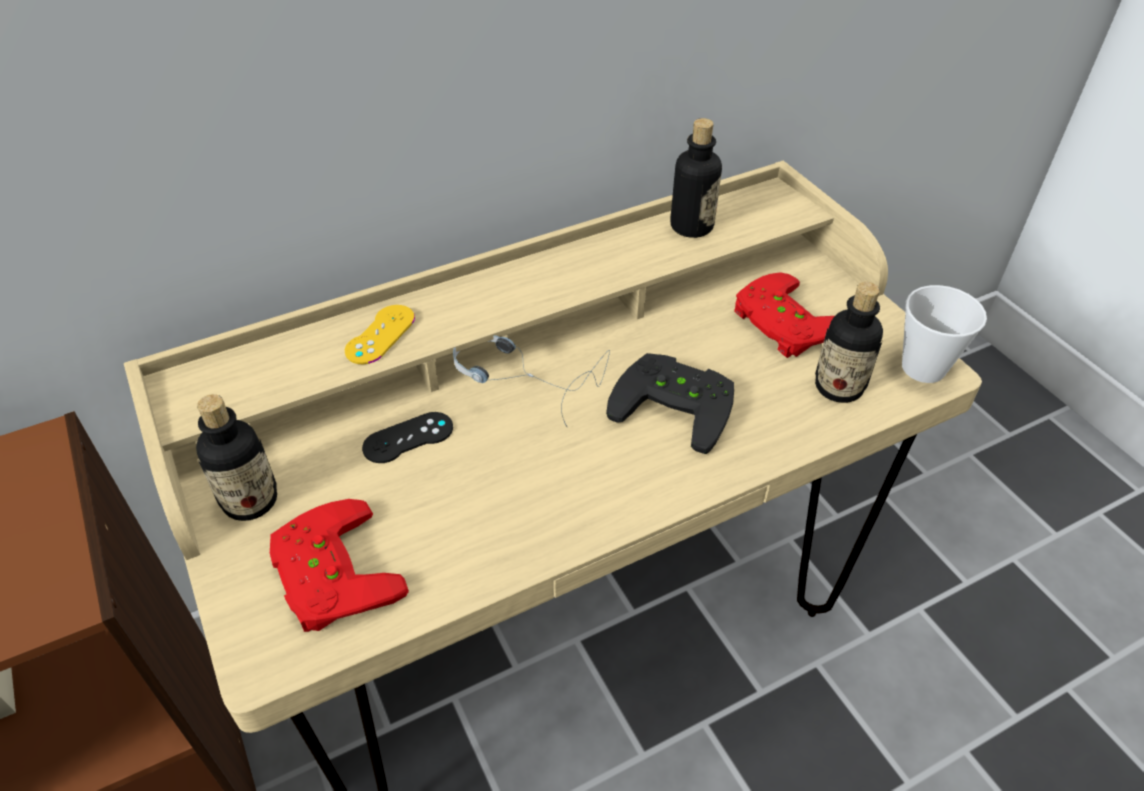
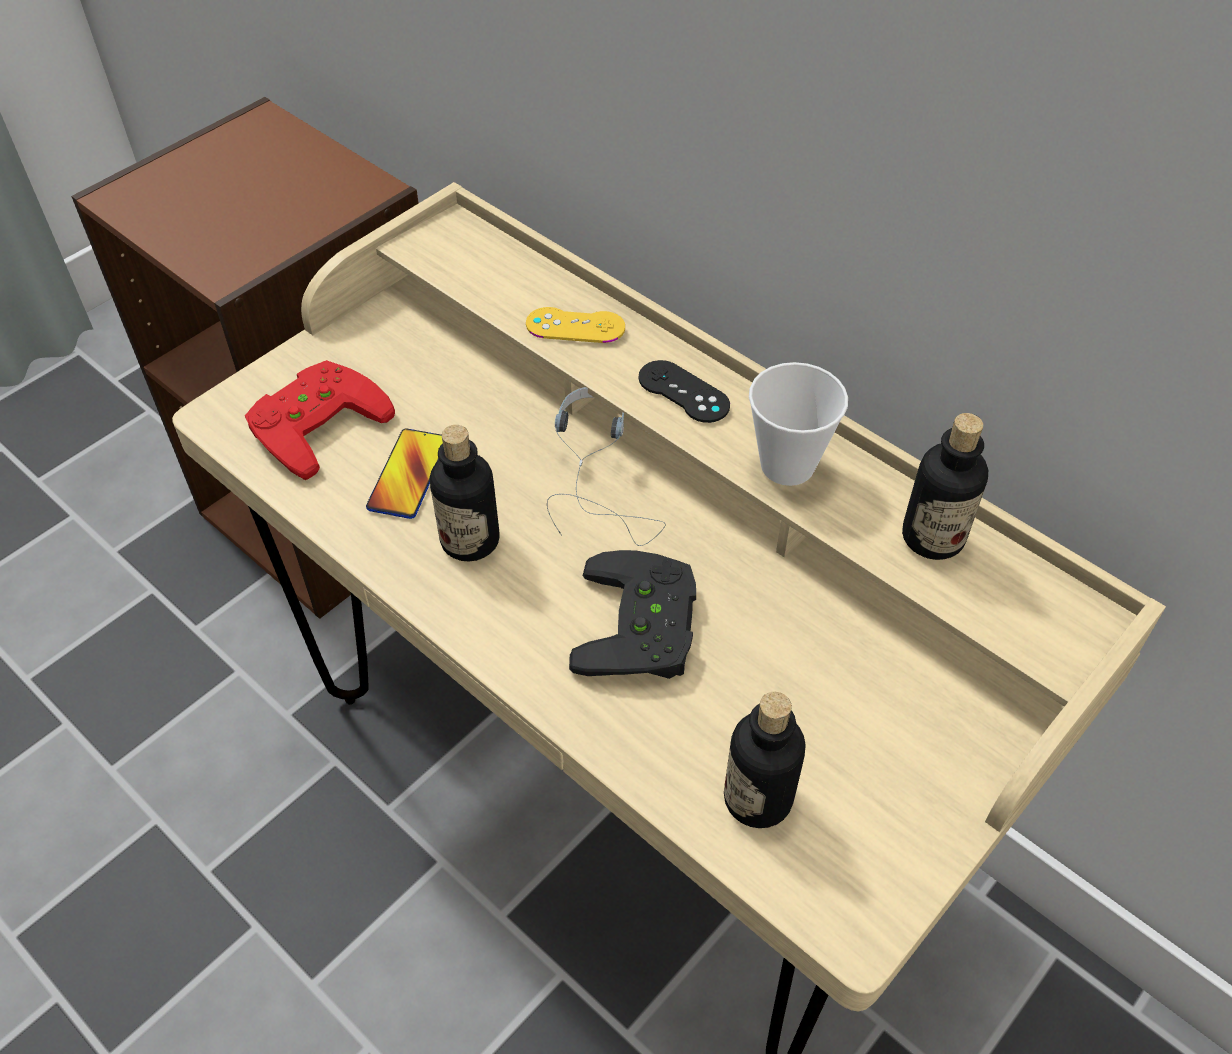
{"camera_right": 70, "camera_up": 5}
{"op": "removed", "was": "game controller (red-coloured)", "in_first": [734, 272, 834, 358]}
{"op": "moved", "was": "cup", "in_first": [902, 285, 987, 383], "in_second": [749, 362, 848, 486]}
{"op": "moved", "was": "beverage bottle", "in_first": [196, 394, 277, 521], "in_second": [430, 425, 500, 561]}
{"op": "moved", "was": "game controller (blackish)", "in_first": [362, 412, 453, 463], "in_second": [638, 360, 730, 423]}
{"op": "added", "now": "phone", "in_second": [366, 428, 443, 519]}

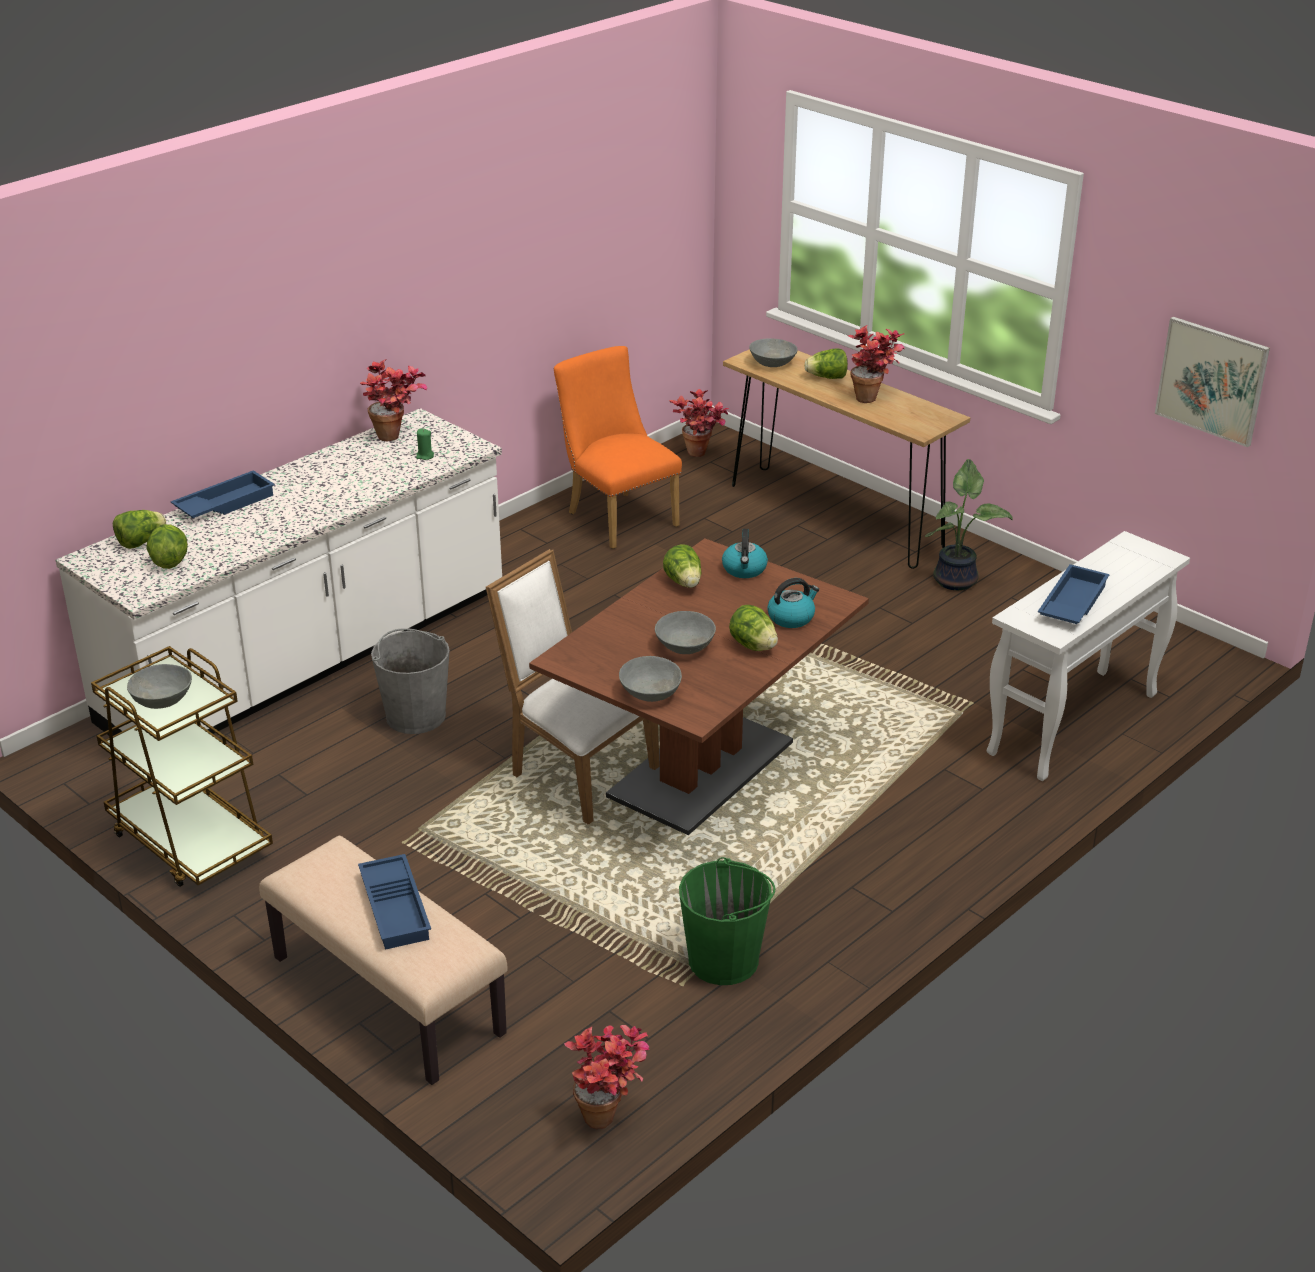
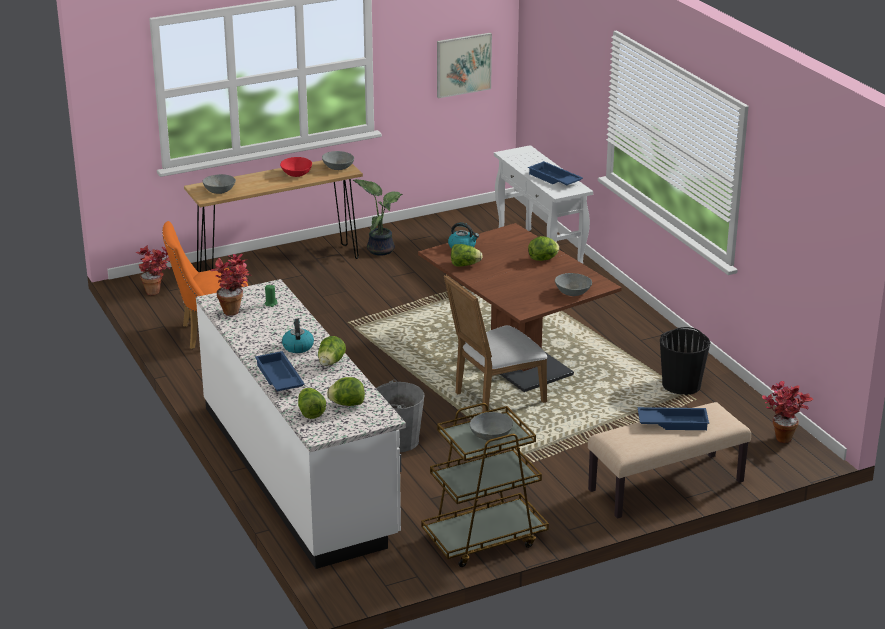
{"camera_right": -70, "camera_up": -5}
{"op": "replaced", "was": "houseplant", "now": "deep dish (red-coloured)", "in_first": [848, 325, 905, 403], "in_second": [280, 157, 312, 177]}
{"op": "moved", "was": "lettuce head", "in_first": [804, 348, 848, 379], "in_second": [318, 336, 346, 366]}
{"op": "moved", "was": "water kettle", "in_first": [767, 578, 819, 628], "in_second": [282, 319, 314, 353]}
{"op": "moved", "was": "deep dish (grey)", "in_first": [655, 611, 716, 654], "in_second": [322, 151, 354, 170]}
{"op": "recoloured", "was": "water bucket (green)", "now": "water bucket (blackish)", "in_first": [679, 857, 776, 985], "in_second": [660, 327, 711, 395]}

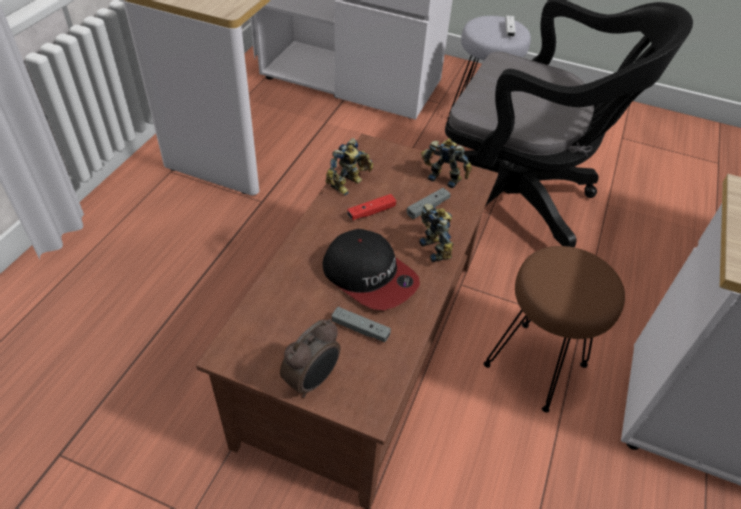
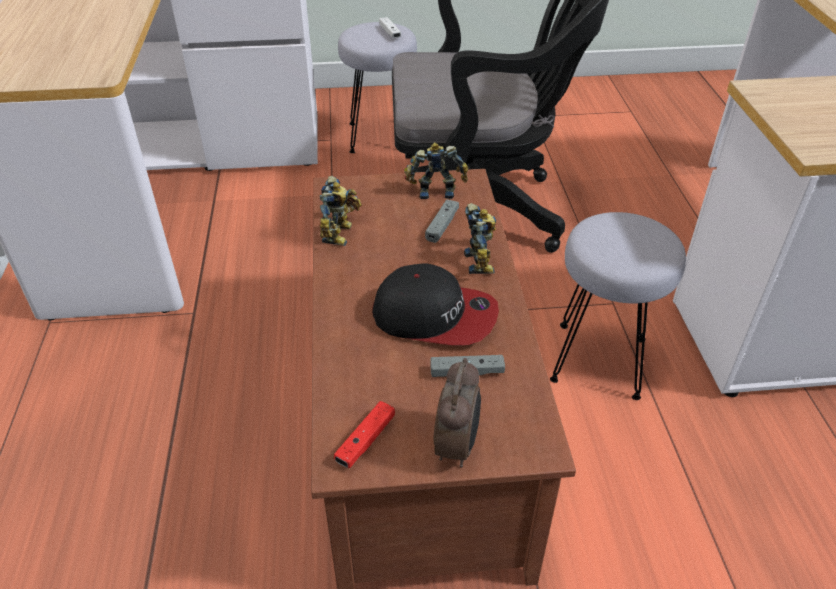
{"camera_right": -25, "camera_up": -5}
{"op": "moved", "was": "game controller (red-coloured)", "in_first": [347, 194, 396, 220], "in_second": [334, 401, 395, 468]}
{"op": "turned", "was": "model robot", "in_first": [419, 203, 454, 262], "in_second": [464, 203, 496, 274], "clockwise": 45}
{"op": "recoloured", "was": "stool seat (brownish)", "now": "stool seat (grey)", "in_first": [484, 246, 625, 413], "in_second": [550, 212, 686, 400]}

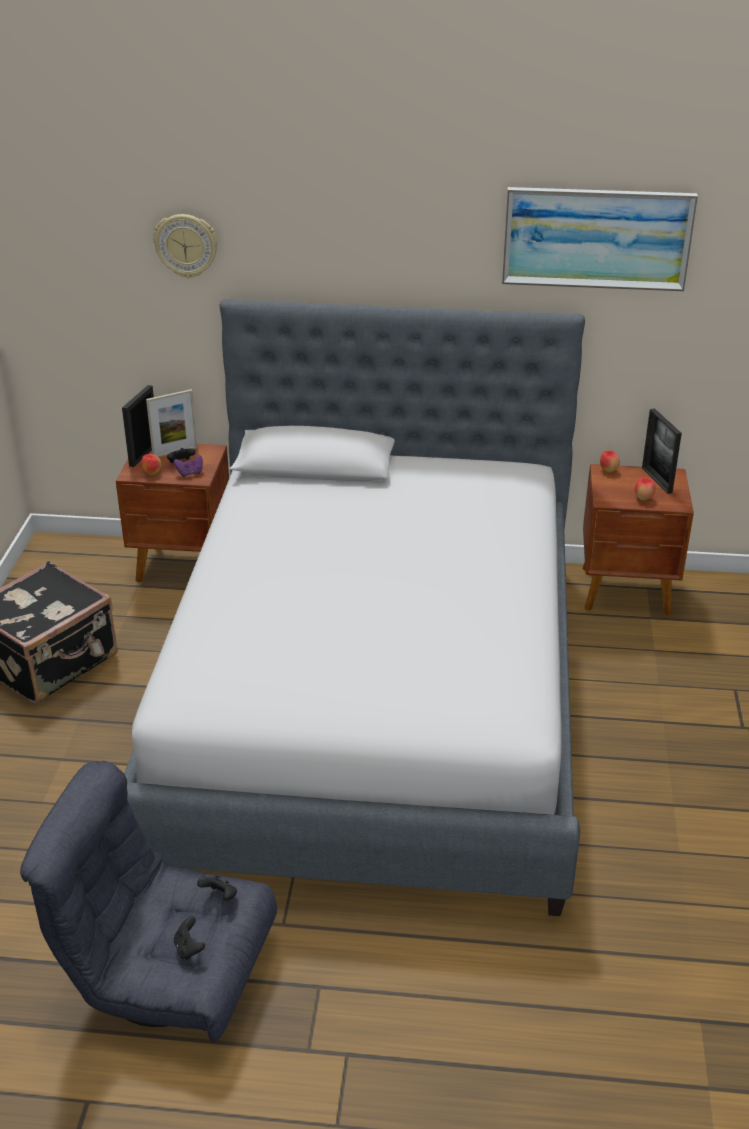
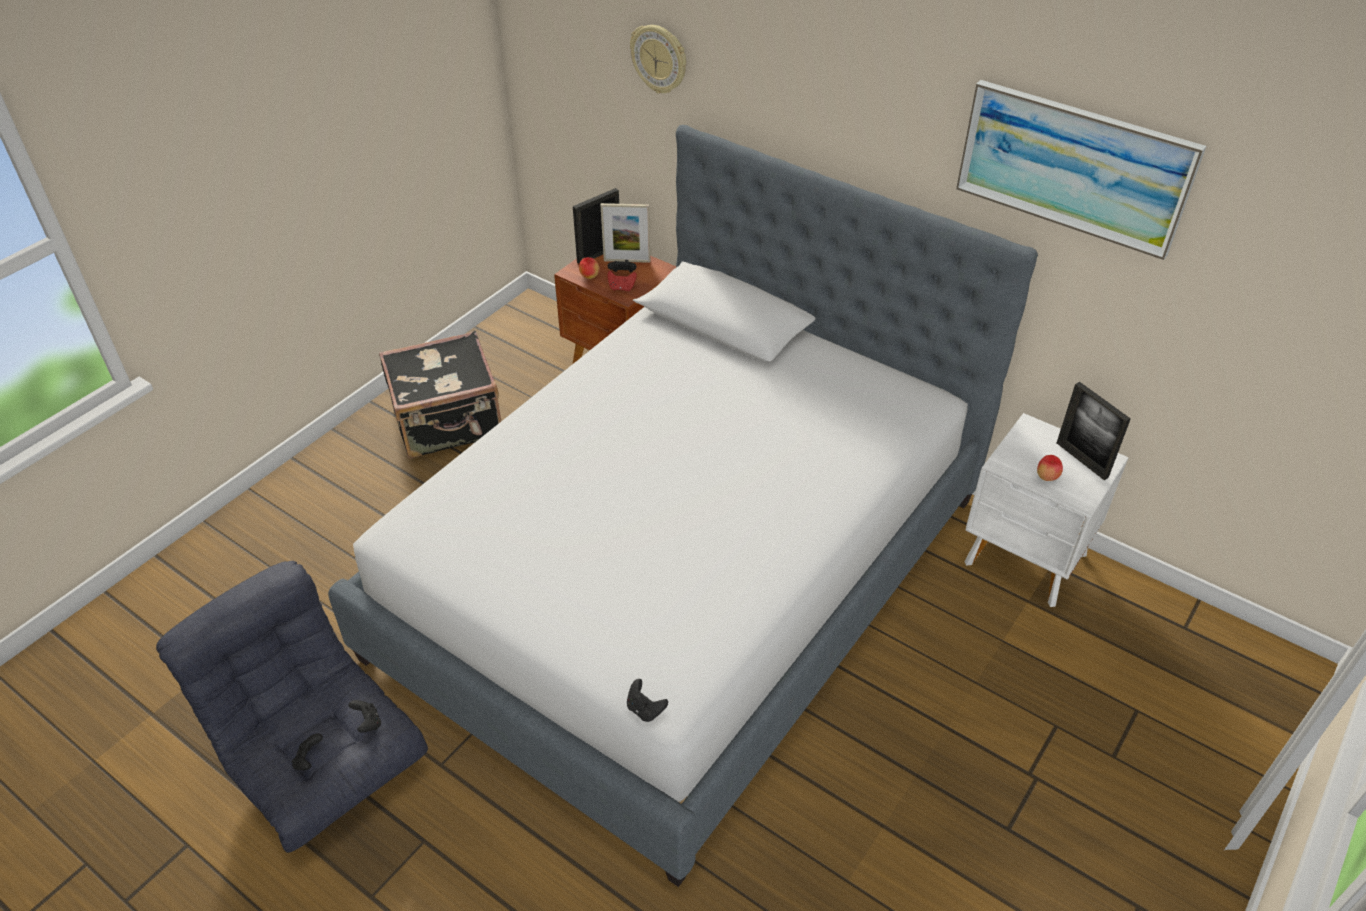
{"camera_right": 30, "camera_up": 10}
{"op": "turned", "was": "standing frame", "in_first": [642, 409, 682, 494], "in_second": [1057, 382, 1131, 480], "clockwise": -45}
{"op": "removed", "was": "apple fruit", "in_first": [600, 450, 620, 472]}
{"op": "recoloured", "was": "game controller (purplish)", "now": "game controller (red-coloured)", "in_first": [174, 455, 203, 477], "in_second": [607, 270, 637, 291]}
{"op": "recoloured", "was": "night table (brownish)", "now": "night table (white-coloured)", "in_first": [582, 464, 694, 616], "in_second": [964, 413, 1129, 607]}
{"op": "added", "now": "game controller (blackish)", "in_second": [627, 679, 668, 722]}

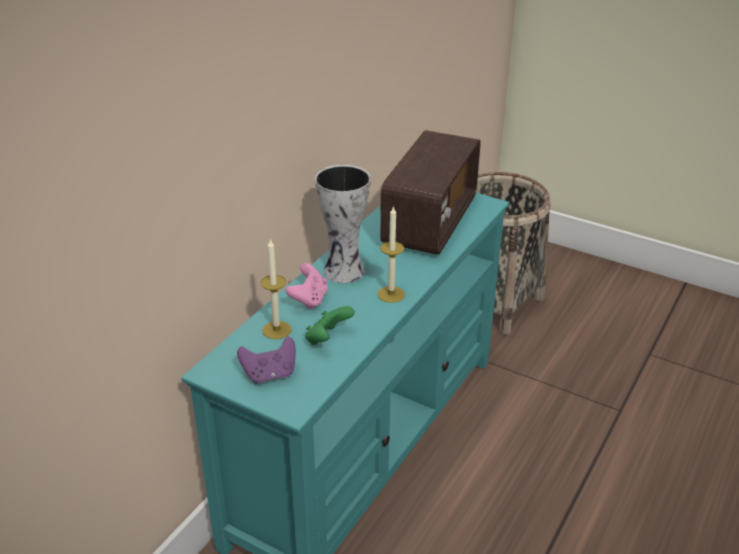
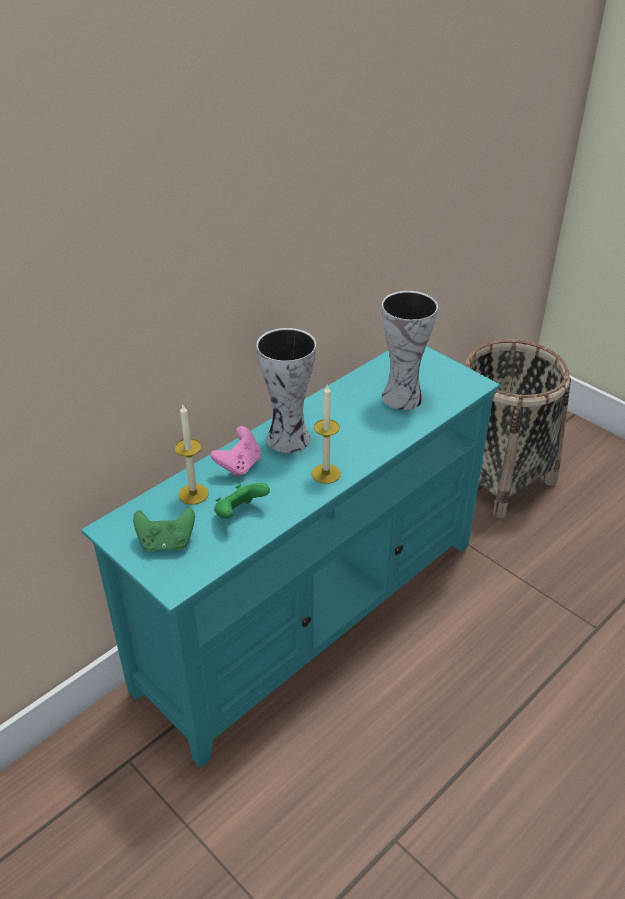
{"camera_right": 15, "camera_up": 5}
{"op": "replaced", "was": "radio receiver", "now": "vase", "in_first": [380, 130, 481, 254], "in_second": [382, 291, 438, 410]}
{"op": "recoloured", "was": "game controller (purplish)", "now": "game controller (green)", "in_first": [237, 337, 296, 383], "in_second": [133, 507, 195, 552]}

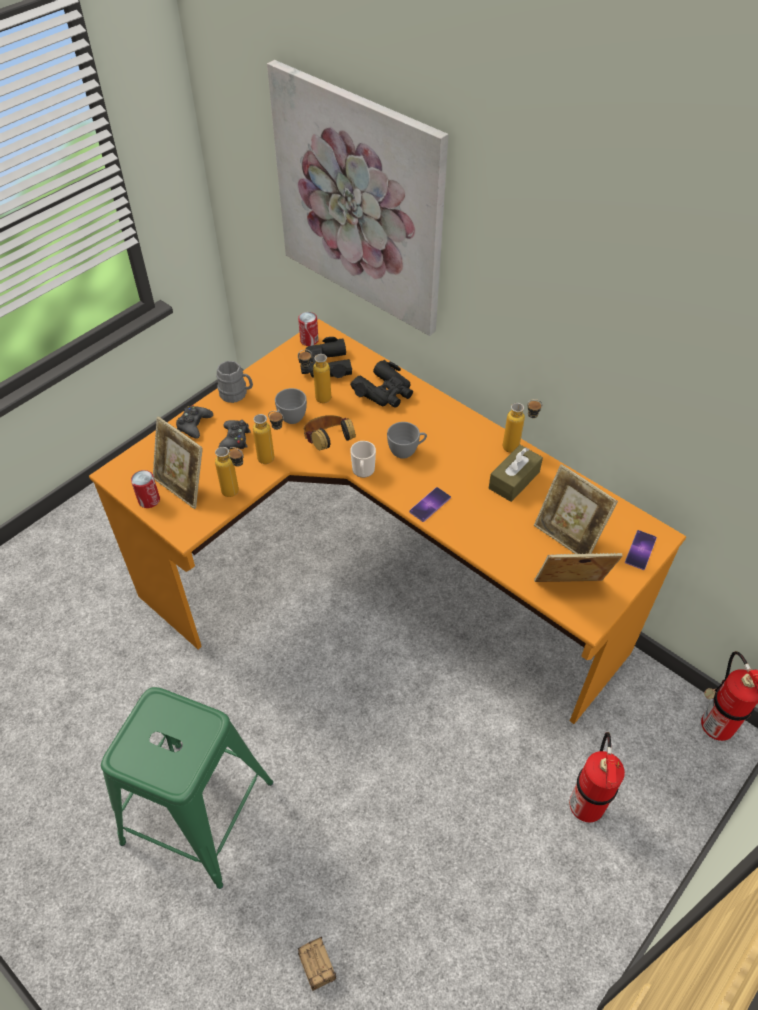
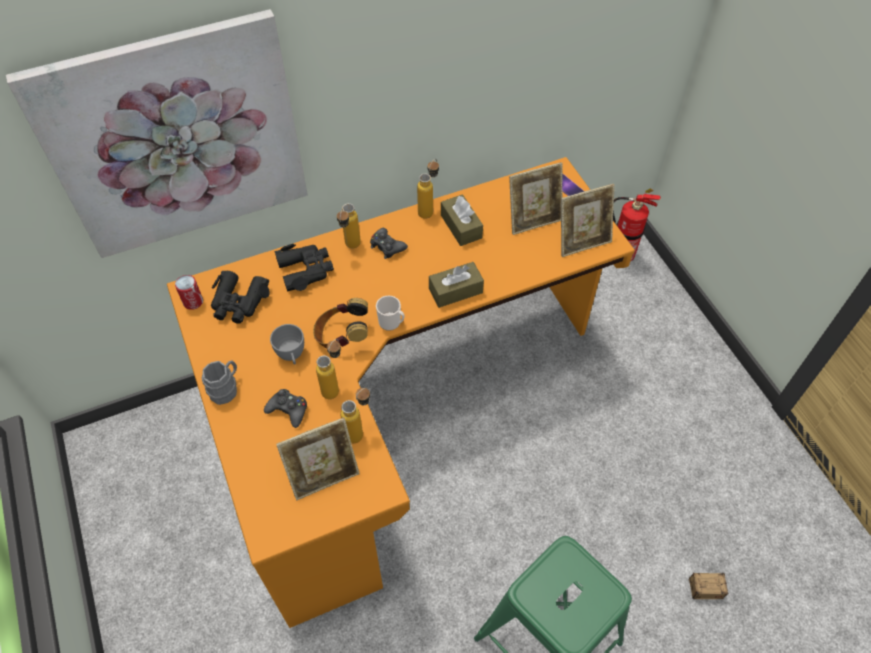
{"camera_right": -65, "camera_up": 5}
{"op": "moved", "was": "beverage bottle", "in_first": [298, 350, 331, 403], "in_second": [337, 203, 361, 248]}
{"op": "moved", "was": "game controller (blackish)", "in_first": [176, 405, 213, 439], "in_second": [370, 228, 408, 259]}
{"op": "removed", "was": "cup (grey)", "in_first": [387, 422, 427, 459]}
{"op": "removed", "was": "sealed can", "in_first": [131, 470, 160, 508]}
{"op": "replaced", "was": "phone", "now": "box of tissues (brownish)", "in_first": [409, 487, 451, 522], "in_second": [429, 262, 484, 308]}
{"op": "turned", "was": "standing frame", "in_first": [534, 553, 622, 582], "in_second": [561, 184, 615, 257], "clockwise": -135}
{"op": "removed", "was": "fire extinguisher", "in_first": [569, 732, 625, 822]}

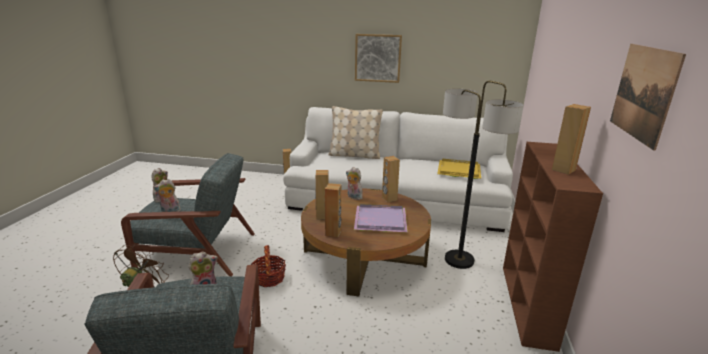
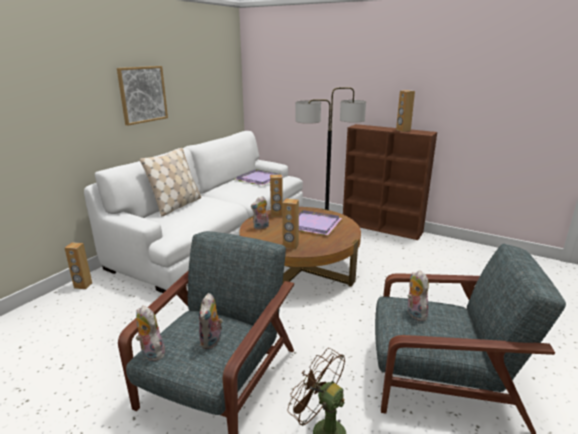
{"camera_right": -70, "camera_up": 0}
{"op": "removed", "was": "wall art", "in_first": [610, 44, 686, 151]}
{"op": "recoloured", "was": "tray (yellow)", "now": "tray (purplish)", "in_first": [437, 159, 481, 179], "in_second": [235, 169, 284, 185]}
{"op": "removed", "was": "loudspeaker (brownish)", "in_first": [325, 183, 341, 237]}
{"op": "removed", "was": "storage basket", "in_first": [251, 245, 286, 287]}

